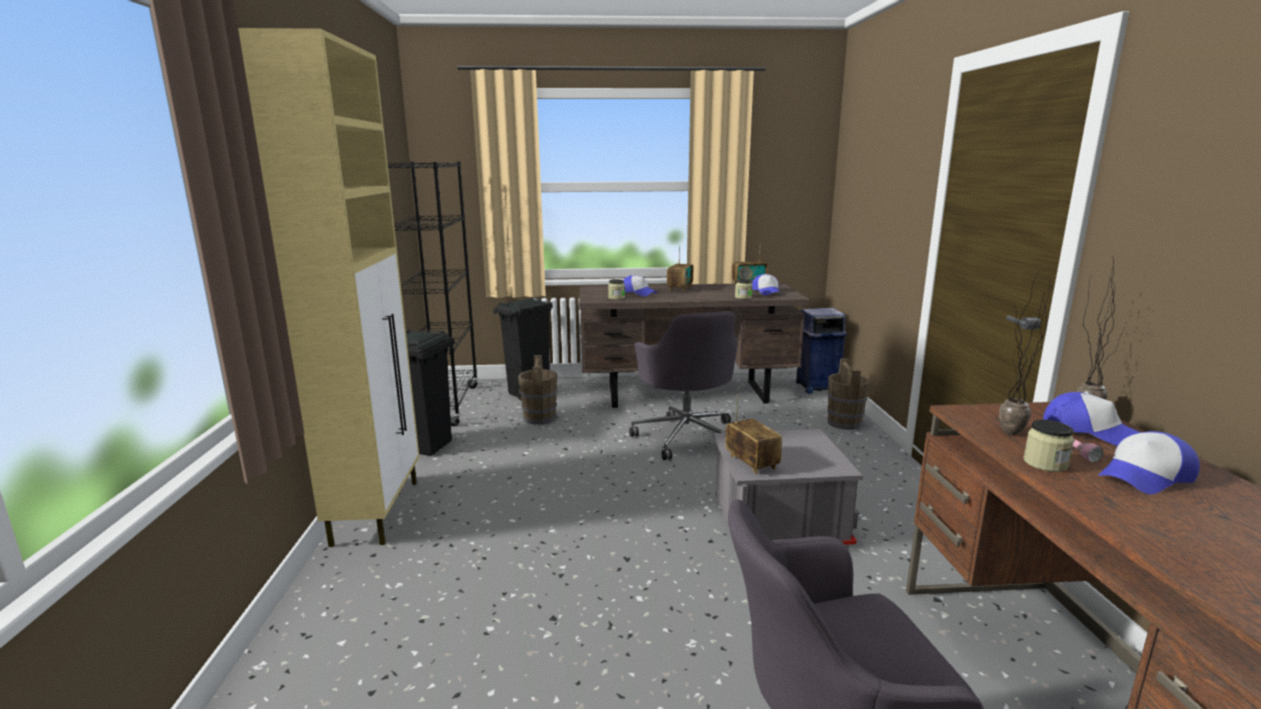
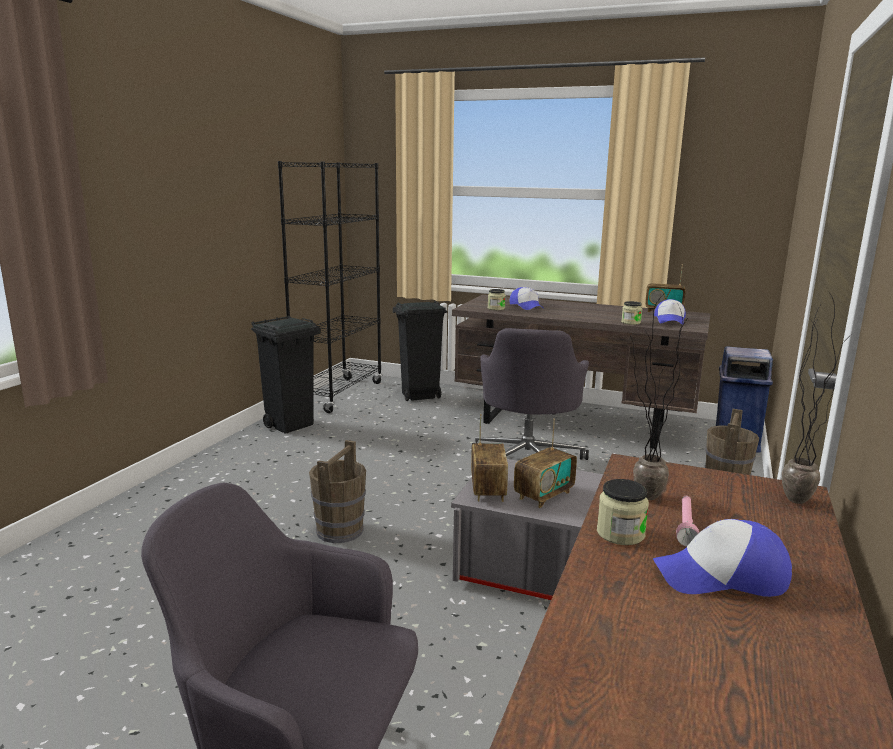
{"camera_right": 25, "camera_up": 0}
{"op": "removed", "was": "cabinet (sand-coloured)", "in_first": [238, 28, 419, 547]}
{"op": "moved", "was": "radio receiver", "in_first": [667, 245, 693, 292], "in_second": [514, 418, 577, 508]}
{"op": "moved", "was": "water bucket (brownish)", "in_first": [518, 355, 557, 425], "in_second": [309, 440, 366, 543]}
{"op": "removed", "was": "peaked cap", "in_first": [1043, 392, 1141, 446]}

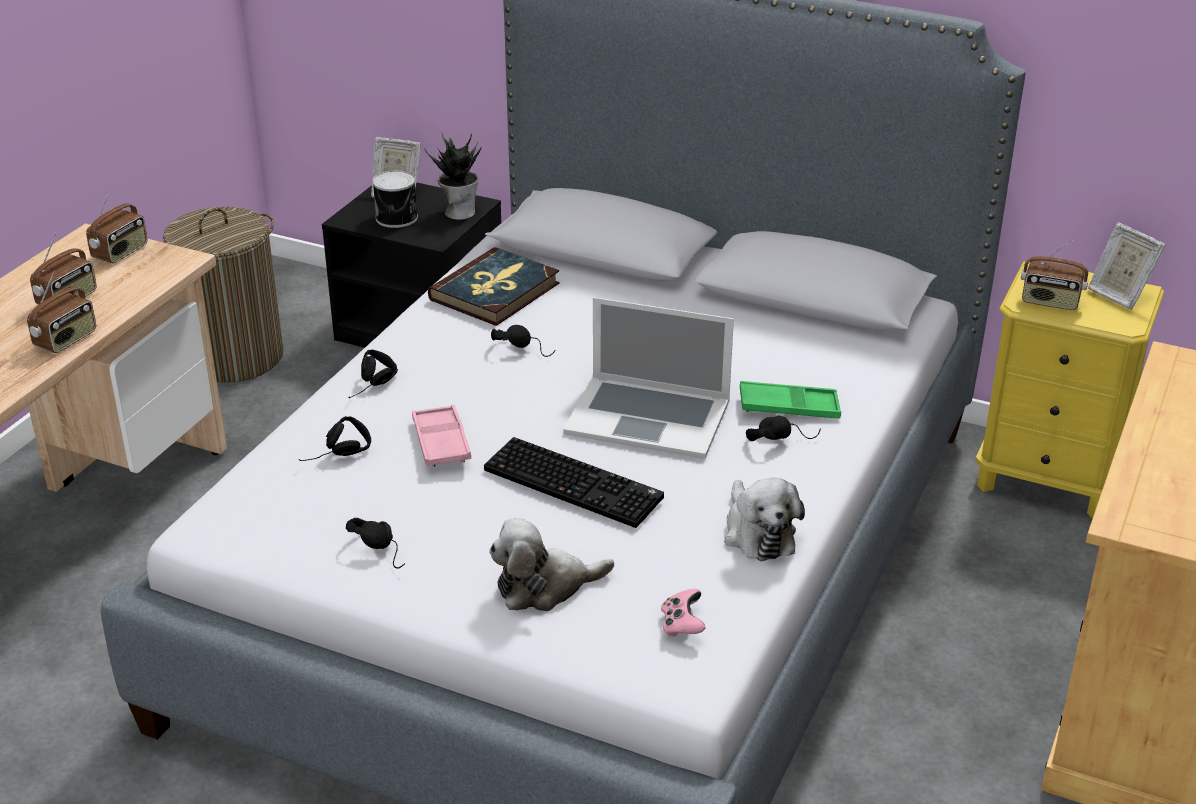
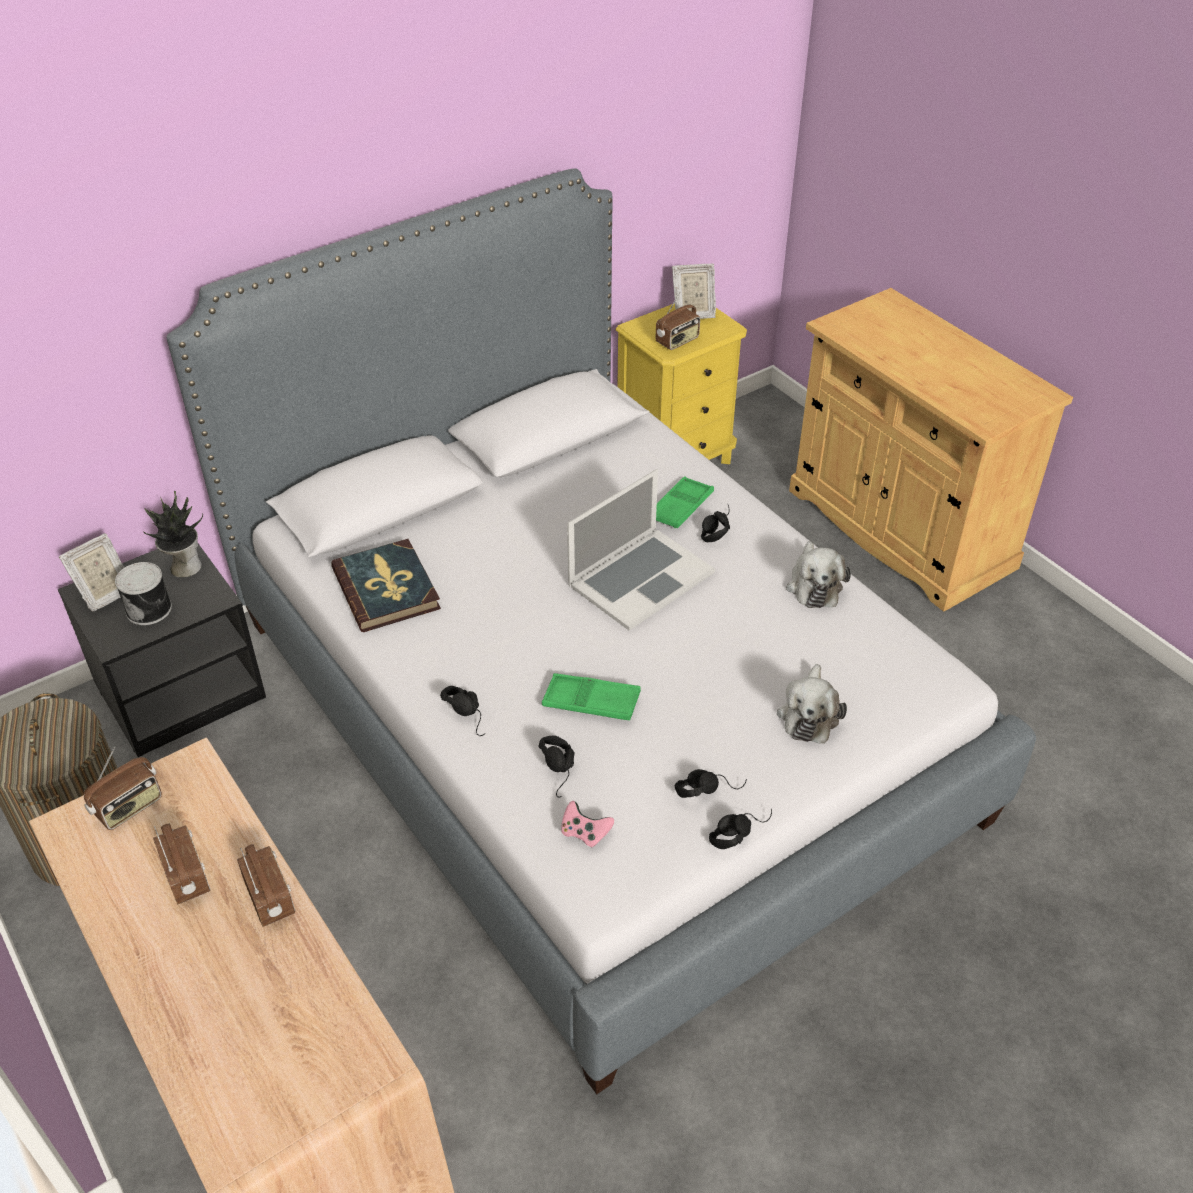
{"camera_right": -60, "camera_up": 10}
{"op": "turned", "was": "radio receiver", "in_first": [86, 188, 148, 263], "in_second": [84, 747, 162, 830], "clockwise": 75}
{"op": "moved", "was": "headphones (blackish)", "in_first": [491, 325, 555, 357], "in_second": [709, 809, 772, 849]}
{"op": "recoloured", "was": "tray (pink-coloured)", "now": "tray (green)", "in_first": [412, 405, 471, 467], "in_second": [542, 673, 641, 720]}
{"op": "removed", "was": "keyboard", "in_first": [484, 437, 664, 528]}
{"op": "turned", "was": "soft toy", "in_first": [724, 478, 805, 561], "in_second": [786, 541, 851, 608], "clockwise": 75}
{"op": "moved", "was": "game controller (pink-coloured)", "in_first": [661, 589, 706, 637], "in_second": [561, 801, 614, 847]}

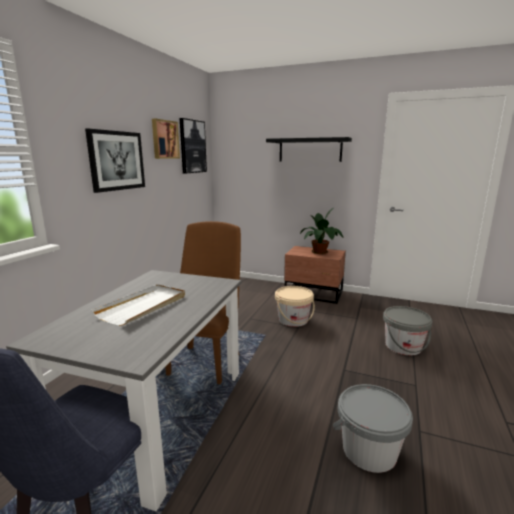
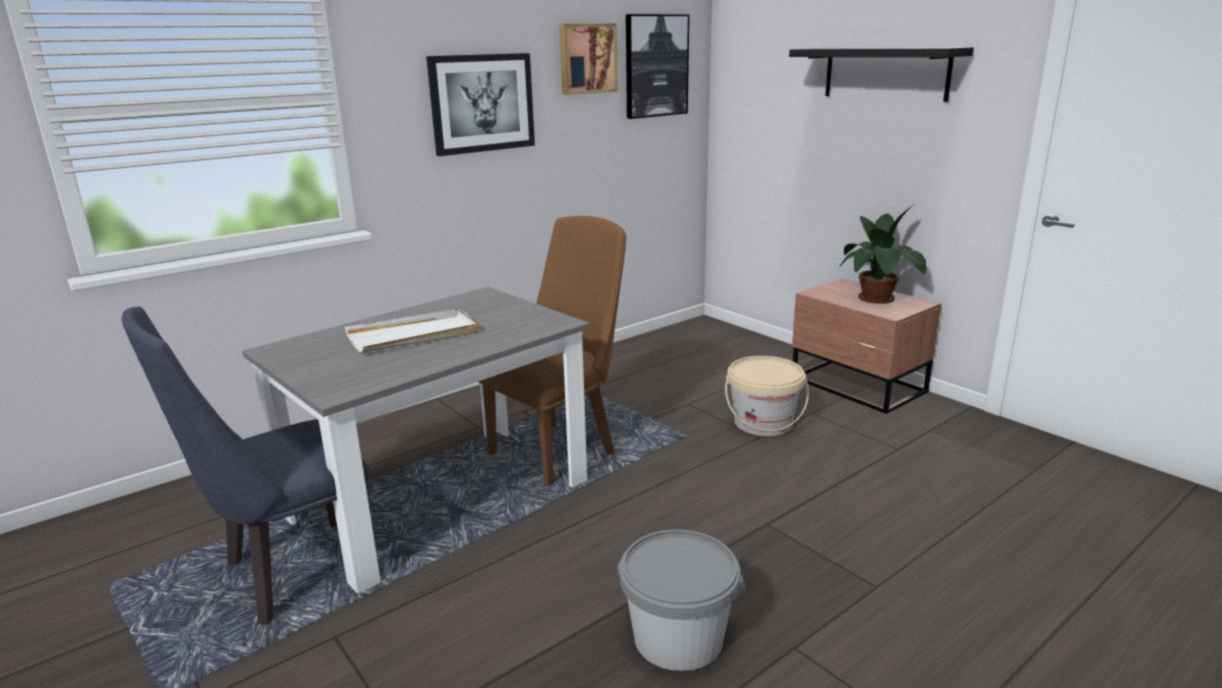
{"camera_right": 30, "camera_up": 5}
{"op": "removed", "was": "water bucket (grey)", "in_first": [383, 306, 432, 355]}

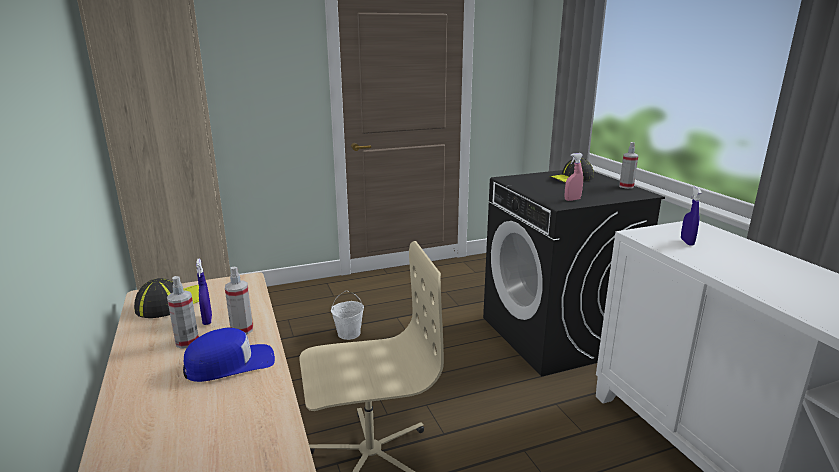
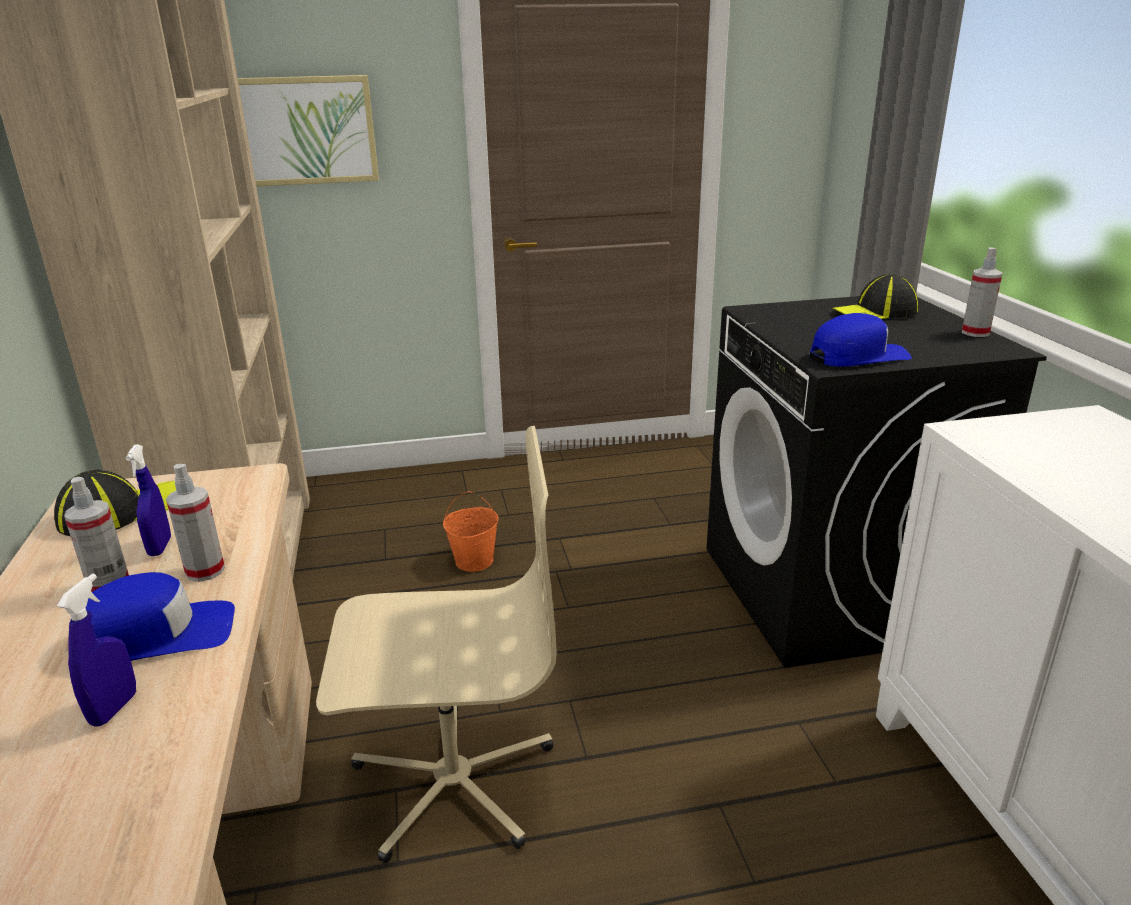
{"camera_right": 10, "camera_up": 5}
{"op": "replaced", "was": "hand sprayer (pink-coloured)", "now": "peaked cap (blue-coloured)", "in_first": [565, 153, 583, 201], "in_second": [809, 313, 912, 367]}
{"op": "moved", "was": "hand sprayer (blue-coloured)", "in_first": [681, 186, 702, 246], "in_second": [57, 574, 136, 727]}
{"op": "recoloured", "was": "water bucket (white-coloured)", "now": "water bucket (orange)", "in_first": [331, 291, 364, 340], "in_second": [443, 491, 498, 572]}
{"op": "added", "now": "wall art", "in_second": [238, 75, 379, 186]}

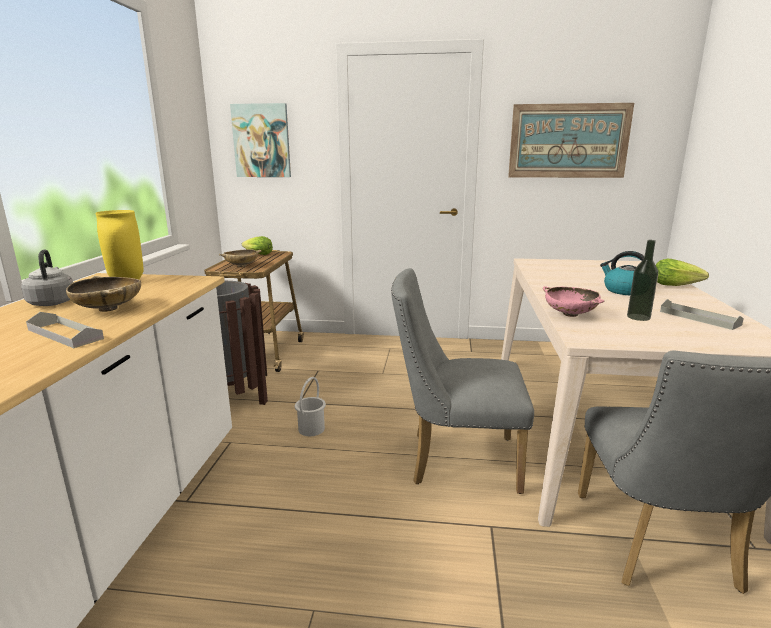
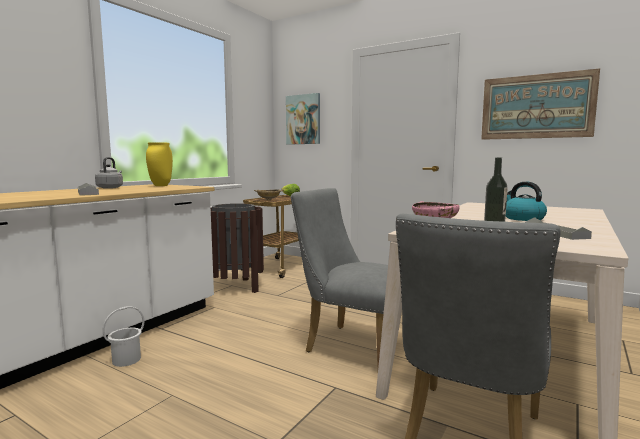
{"camera_right": 25, "camera_up": -10}
{"op": "removed", "was": "lettuce head", "in_first": [656, 259, 709, 286]}
{"op": "removed", "was": "deep dish (sand-coloured)", "in_first": [66, 276, 141, 312]}
{"op": "moved", "was": "water bucket (white-coloured)", "in_first": [295, 377, 326, 436], "in_second": [102, 306, 144, 367]}

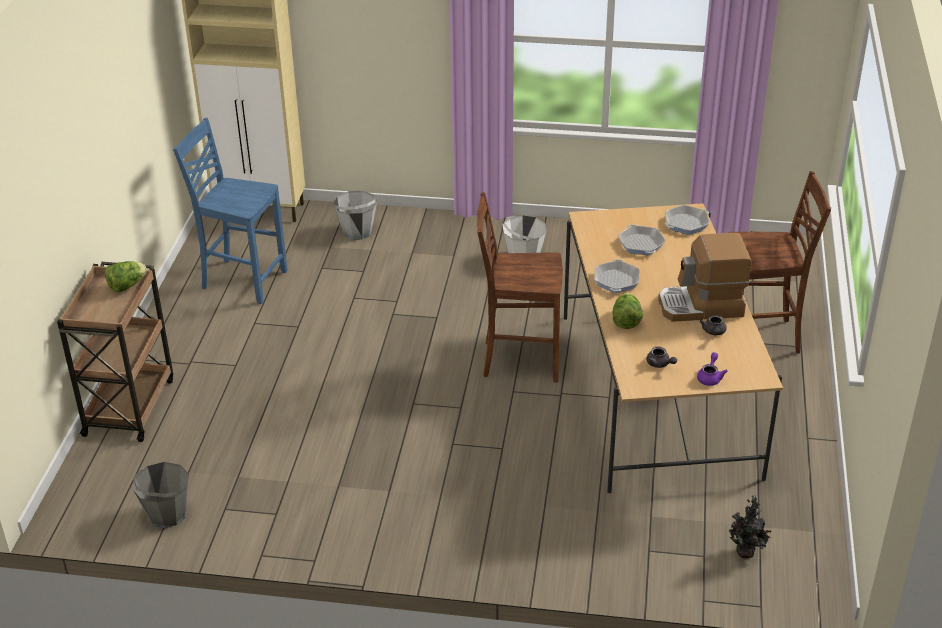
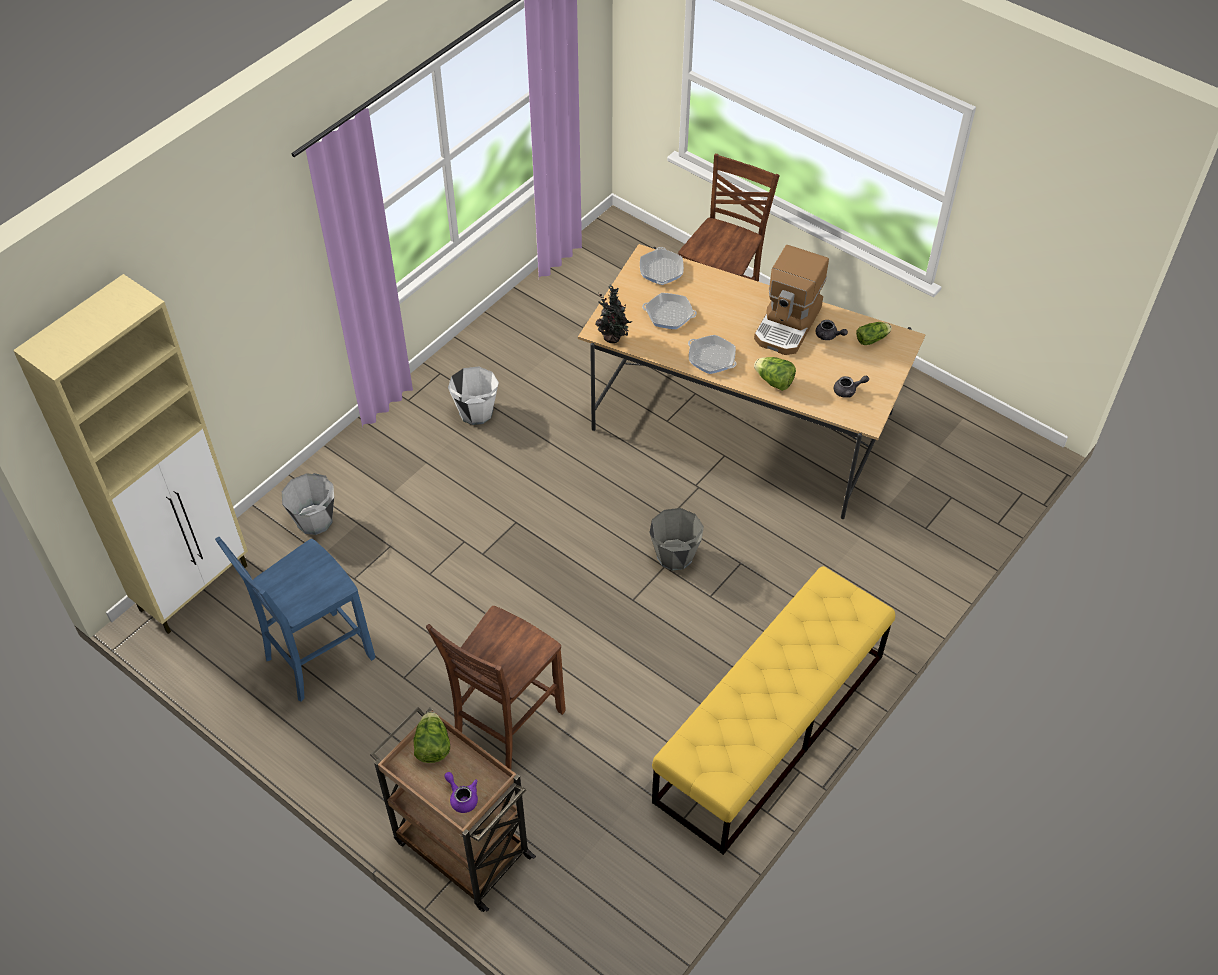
{"camera_right": -60, "camera_up": 15}
{"op": "moved", "was": "upright chair (brownish)", "in_first": [477, 192, 563, 382], "in_second": [426, 606, 566, 770]}
{"op": "moved", "was": "tea pot (purplish)", "in_first": [697, 352, 728, 386], "in_second": [444, 772, 478, 813]}
{"op": "moved", "was": "water bucket (grey)", "in_first": [132, 462, 189, 528], "in_second": [649, 508, 704, 571]}
{"op": "moved", "was": "houseplant", "in_first": [729, 495, 771, 559], "in_second": [595, 285, 632, 343]}
{"op": "added", "now": "lettuce head", "in_second": [856, 322, 892, 345]}
{"op": "added", "now": "long seat (yellow)", "in_second": [652, 566, 895, 855]}

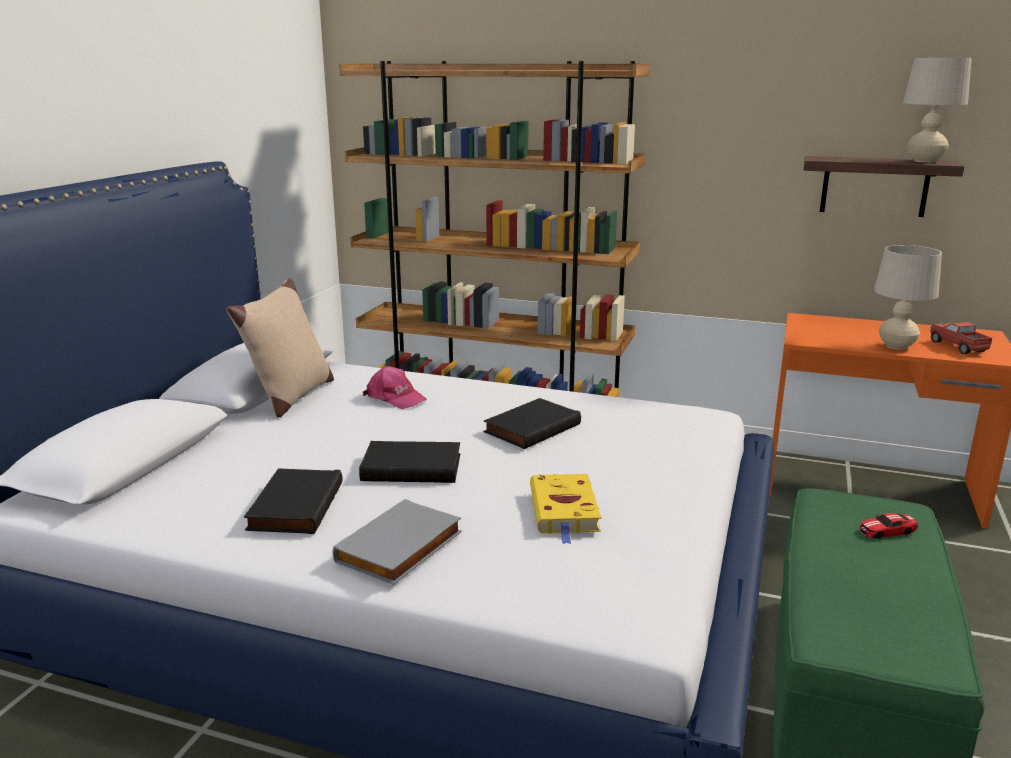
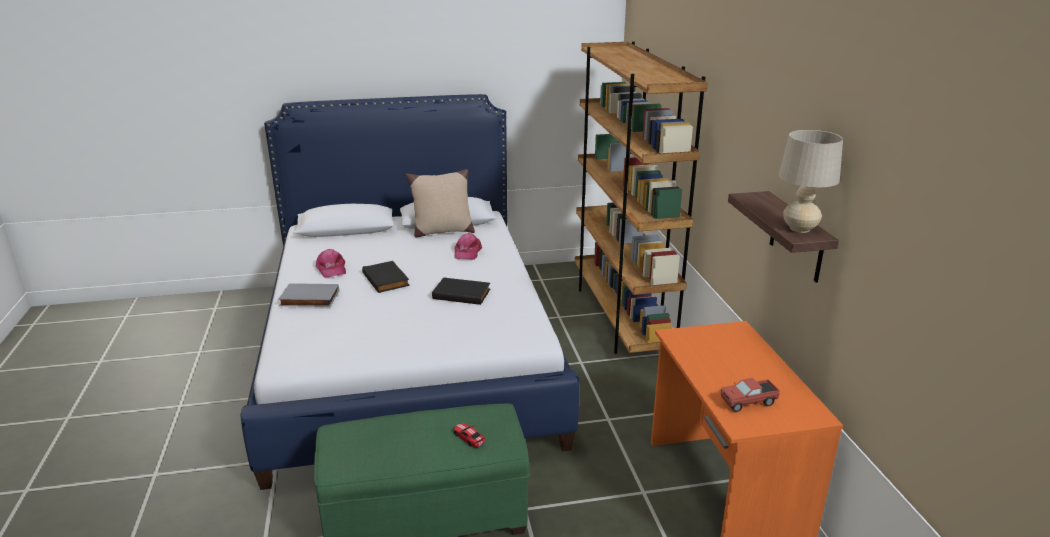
{"camera_right": 60, "camera_up": 5}
{"op": "removed", "was": "tabletop lamp (sand-coloured)", "in_first": [874, 245, 942, 350]}
{"op": "turned", "was": "toy lorry", "in_first": [930, 322, 992, 354], "in_second": [721, 378, 780, 412], "clockwise": -150}
{"op": "replaced", "was": "bound book (blackish)", "now": "peaked cap (pink-coloured)", "in_first": [244, 468, 343, 534], "in_second": [316, 249, 346, 277]}
{"op": "removed", "was": "bound book (yellow)", "in_first": [530, 474, 601, 544]}

